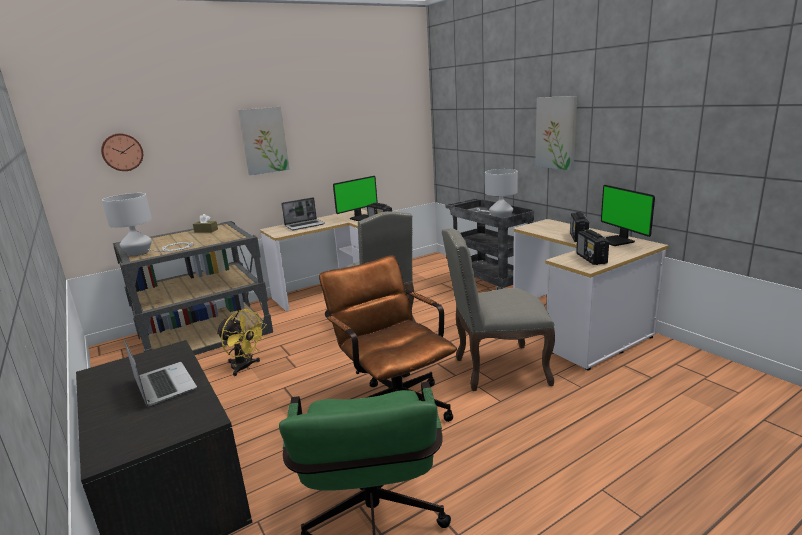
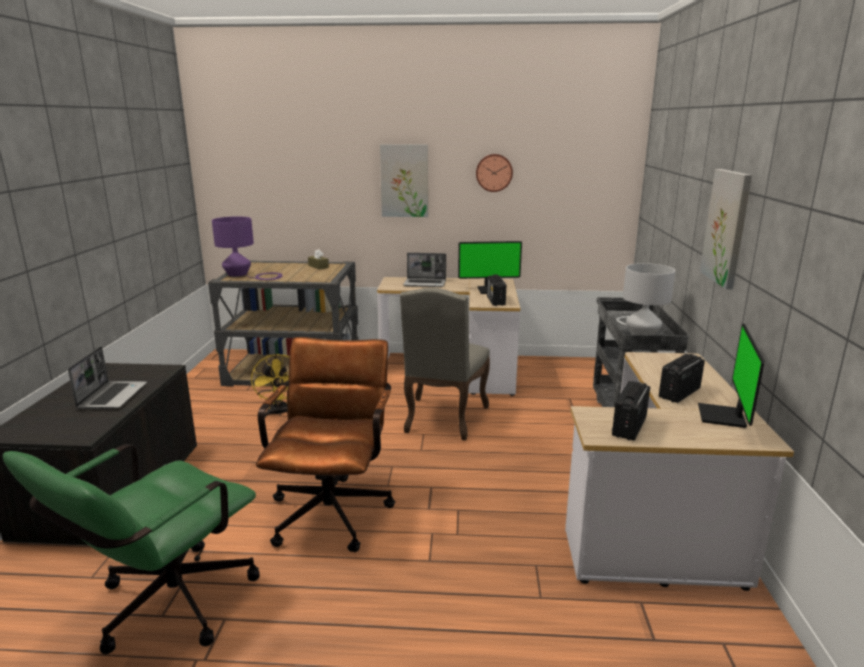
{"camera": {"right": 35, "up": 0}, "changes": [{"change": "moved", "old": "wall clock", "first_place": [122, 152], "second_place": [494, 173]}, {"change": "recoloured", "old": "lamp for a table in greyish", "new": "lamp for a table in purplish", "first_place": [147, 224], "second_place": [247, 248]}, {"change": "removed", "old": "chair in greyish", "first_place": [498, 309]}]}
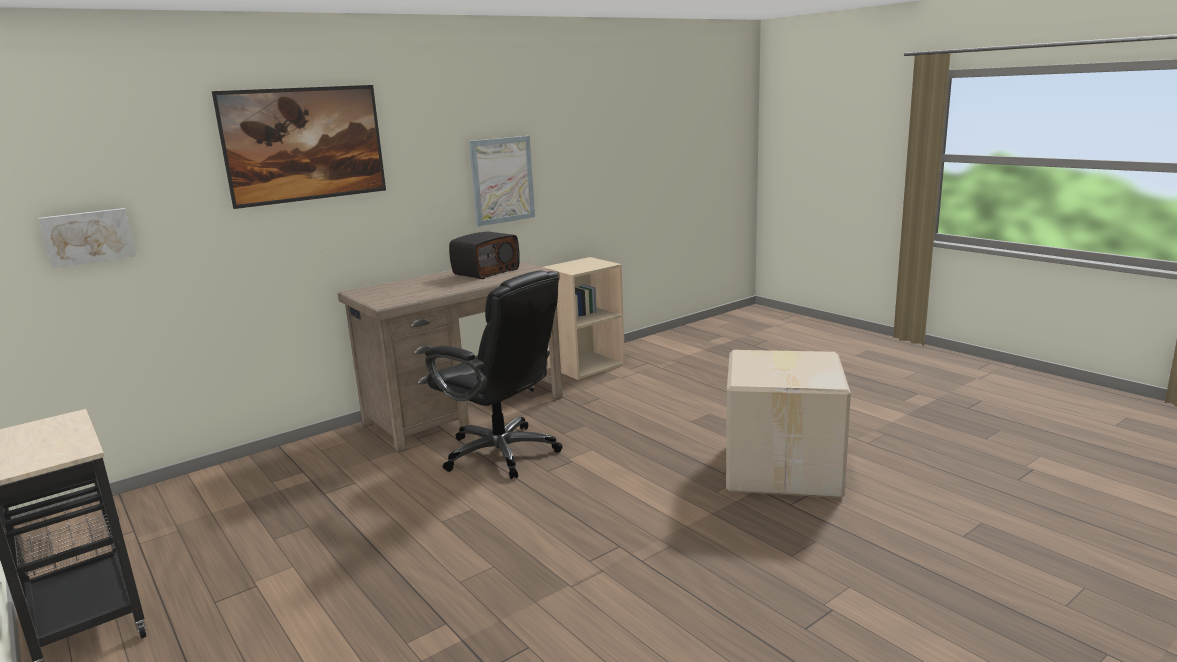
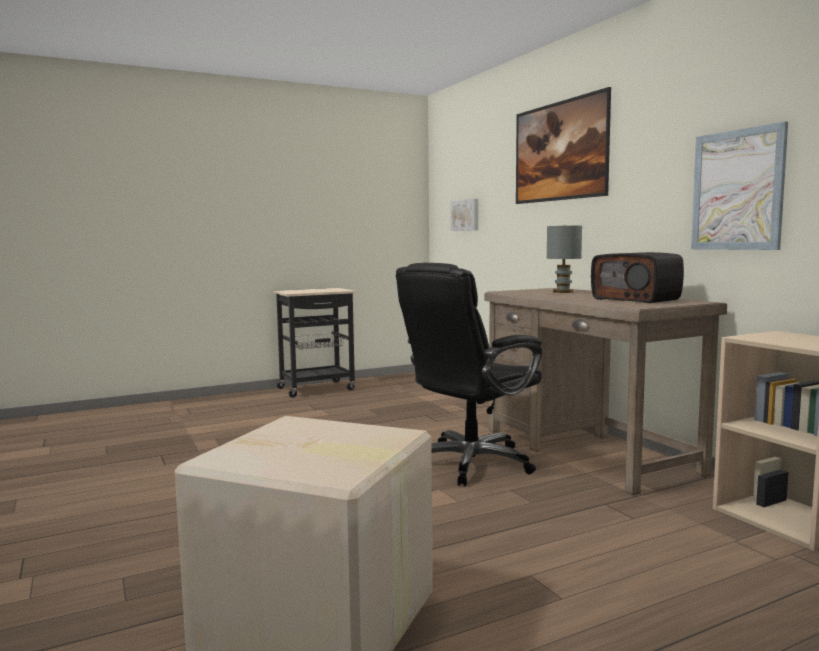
{"camera": {"right": 100, "up": -10}, "changes": [{"change": "added", "new": "lamp for a table in greyish", "second_place": [564, 259]}]}
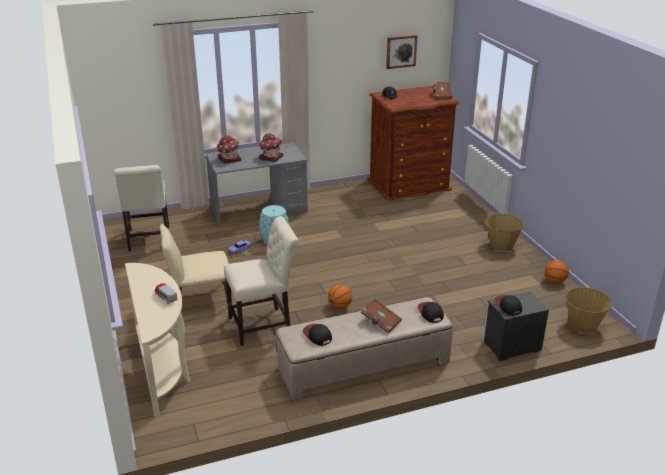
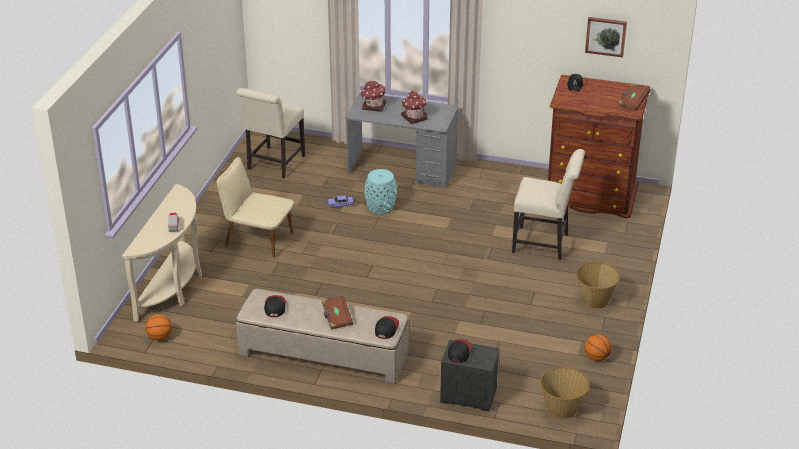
{"camera": {"right": 35, "up": 5}, "changes": [{"change": "moved", "old": "chair in beige", "first_place": [261, 281], "second_place": [548, 204]}, {"change": "moved", "old": "ball for basketball", "first_place": [340, 297], "second_place": [158, 327]}]}
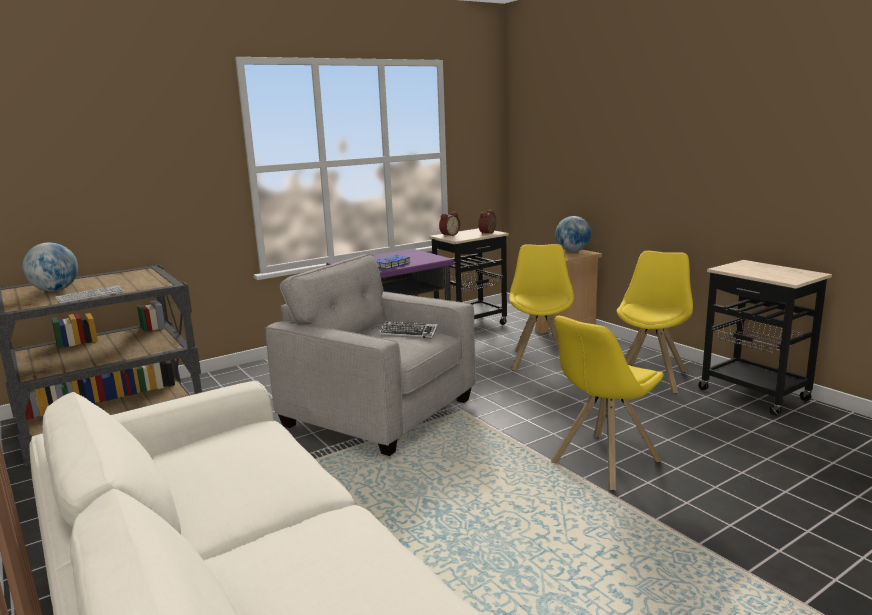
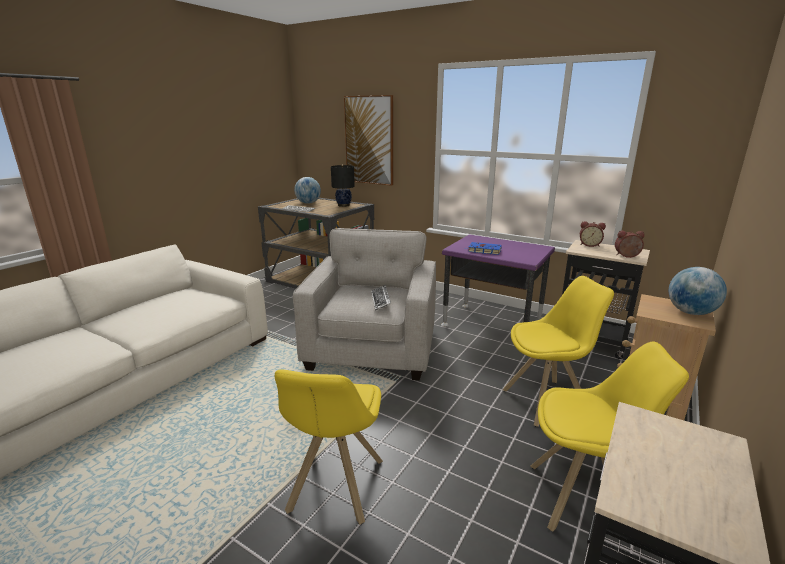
{"camera": {"right": 65, "up": 5}, "changes": [{"change": "turned", "old": "chair in yellow", "first_place": [607, 403], "second_place": [328, 446], "degrees": -105}, {"change": "added", "new": "wall art", "second_place": [368, 140]}, {"change": "added", "new": "lamp for a table in black", "second_place": [343, 185]}]}
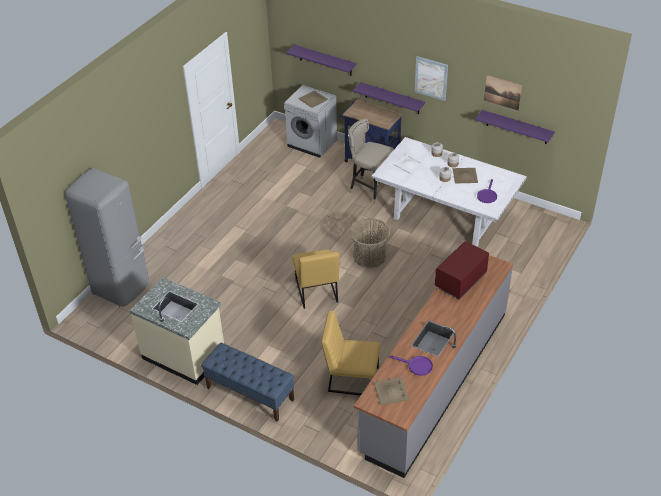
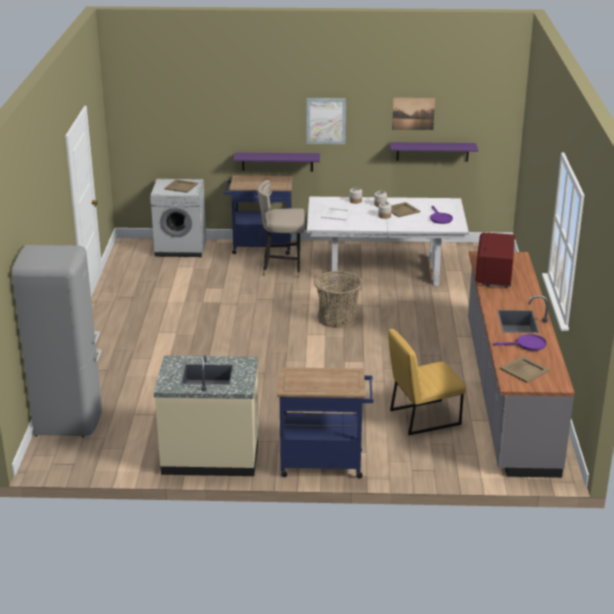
{"camera": {"right": -30, "up": -15}, "changes": [{"change": "removed", "old": "wall shelf in purplish", "first_place": [321, 60]}, {"change": "removed", "old": "chair in yellow", "first_place": [315, 279]}, {"change": "replaced", "old": "long seat in blue-coloured", "new": "wheeled cart in blue-coloured", "first_place": [247, 382], "second_place": [325, 423]}]}
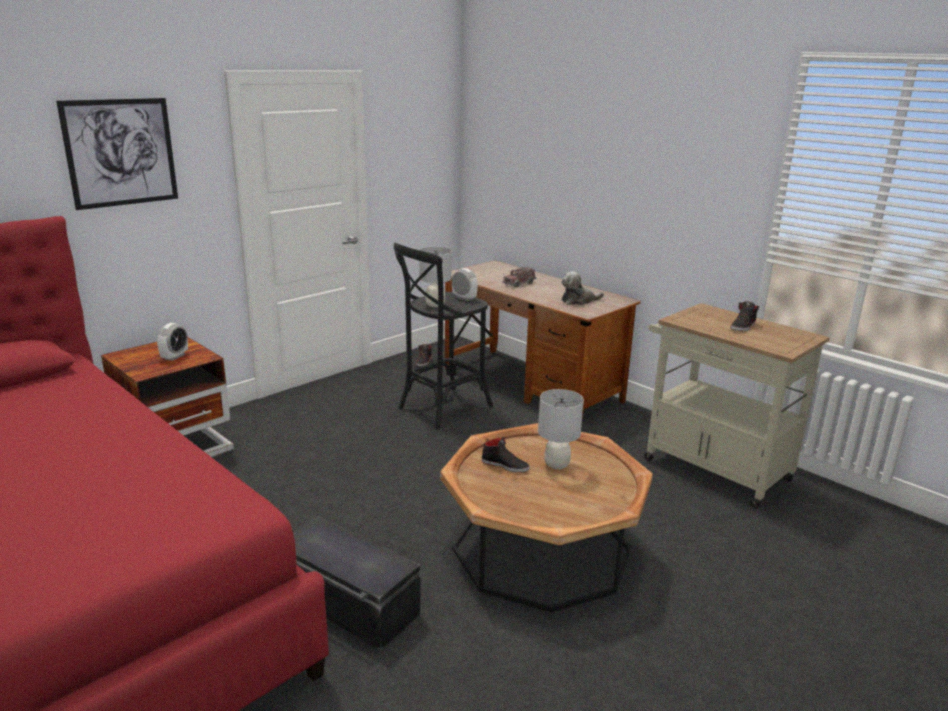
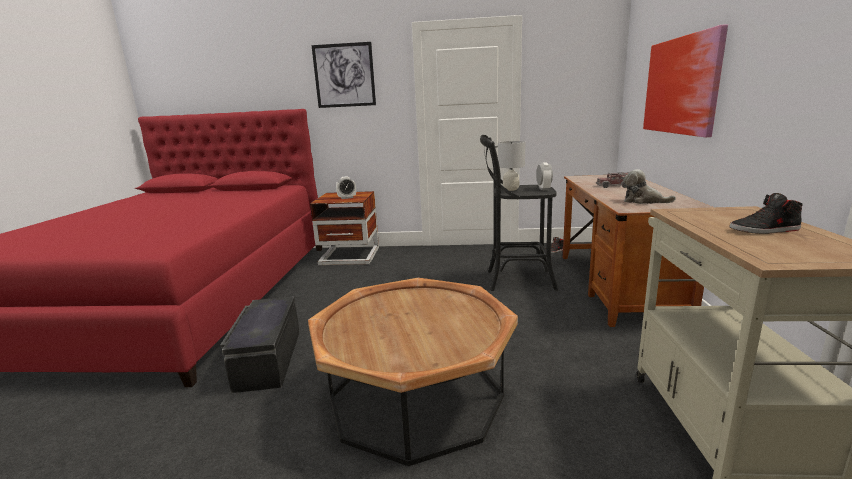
{"camera": {"right": 50, "up": -5}, "changes": [{"change": "removed", "old": "lamp for a table in greyish", "first_place": [561, 429]}, {"change": "removed", "old": "low shoe in black", "first_place": [505, 454]}, {"change": "added", "new": "wall art", "second_place": [685, 80]}]}
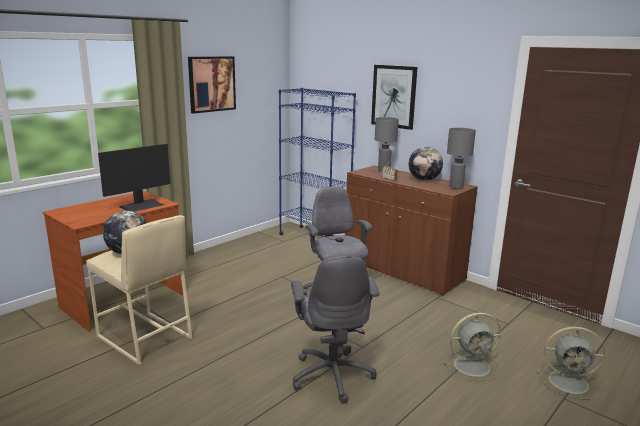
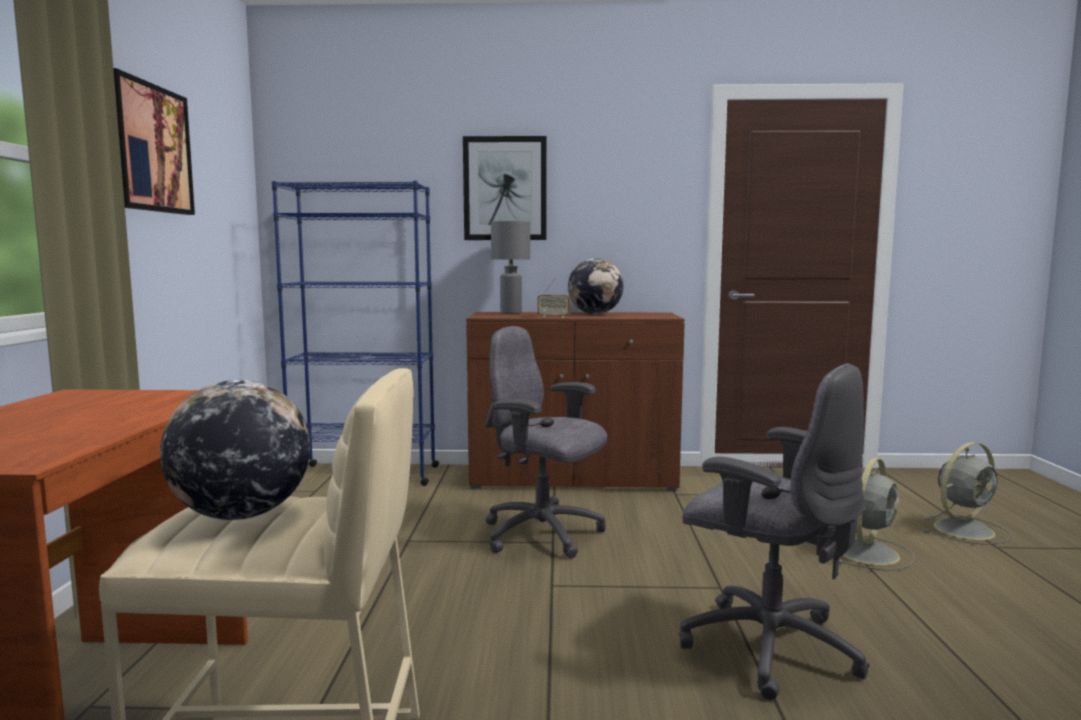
{"camera": {"right": -40, "up": -10}, "changes": [{"change": "removed", "old": "lamp for a table in greyish", "first_place": [461, 158]}, {"change": "removed", "old": "monitor", "first_place": [134, 178]}]}
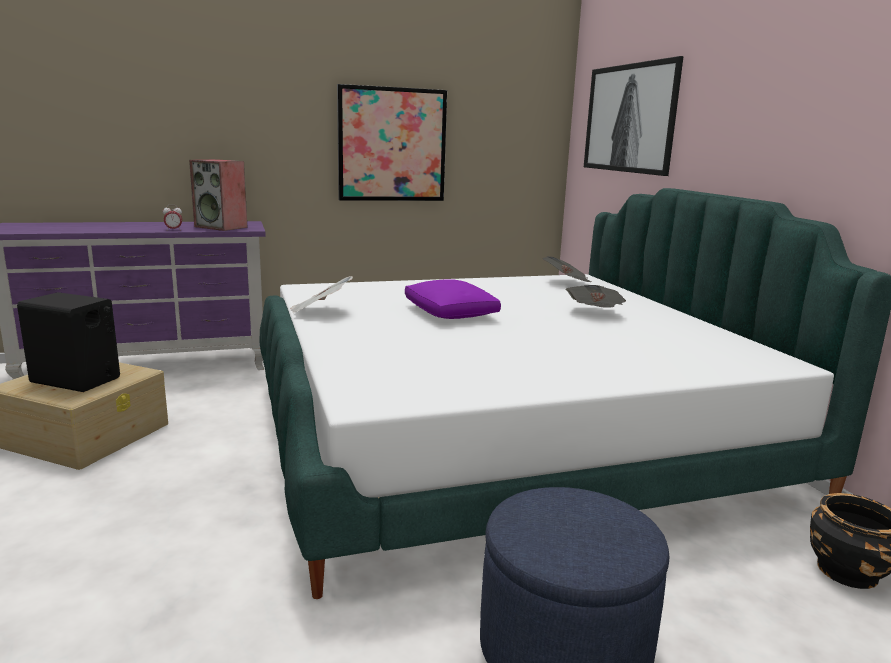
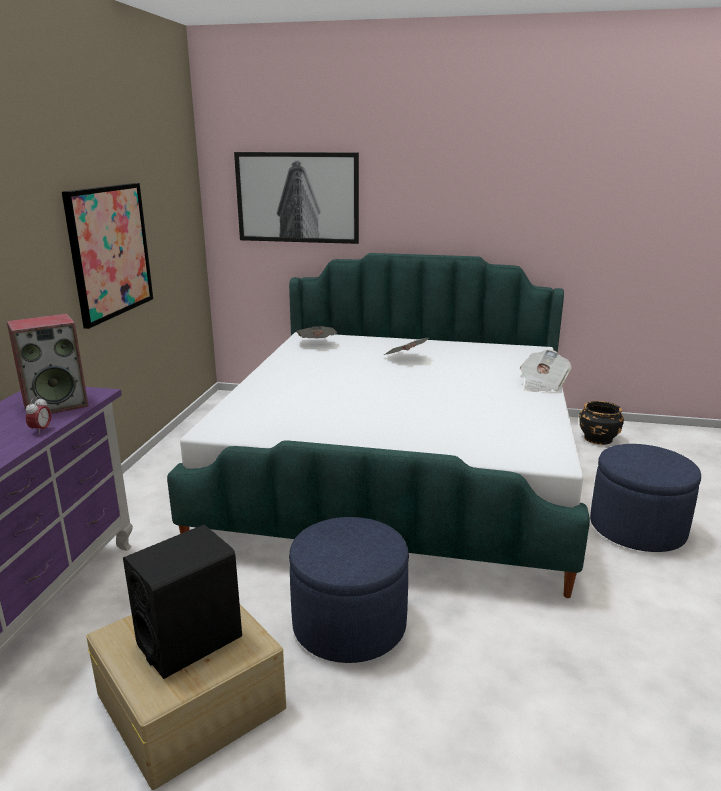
{"camera": {"right": -60, "up": 5}, "changes": [{"change": "moved", "old": "daily paper", "first_place": [321, 294], "second_place": [546, 371]}, {"change": "removed", "old": "cushion in purplish", "first_place": [453, 299]}, {"change": "added", "new": "footrest in blue-coloured", "second_place": [349, 590]}]}
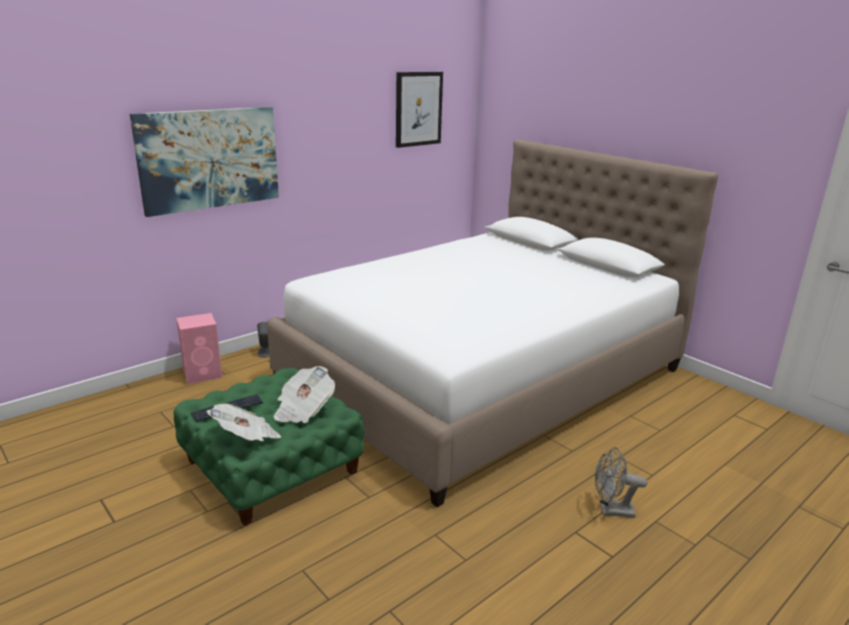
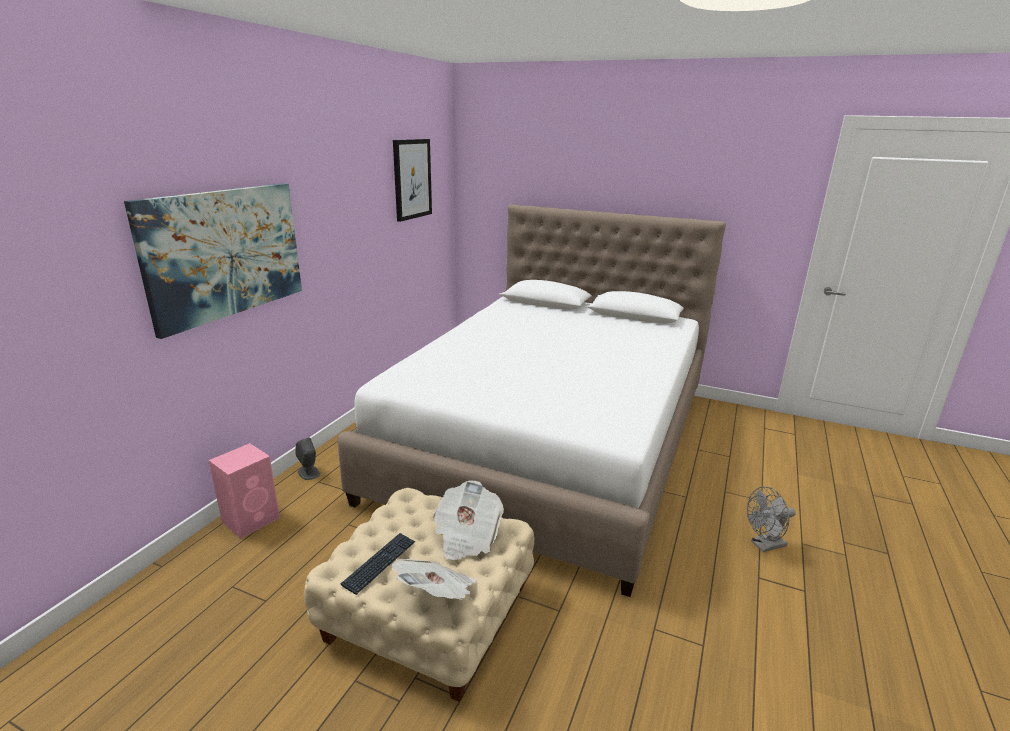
{"camera": {"right": -25, "up": 0}, "changes": [{"change": "recoloured", "old": "footrest in green-coloured", "new": "footrest in beige", "first_place": [268, 447], "second_place": [419, 595]}]}
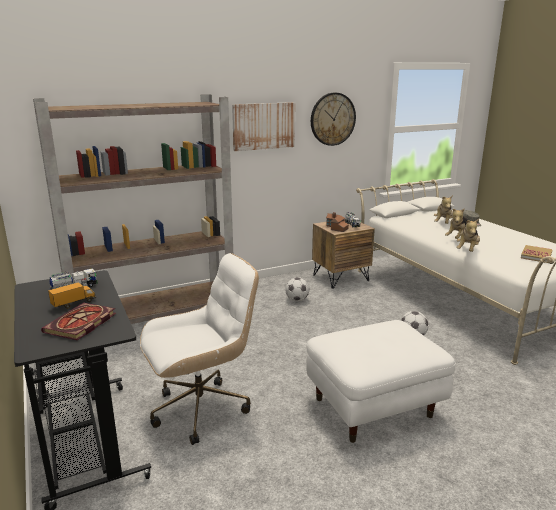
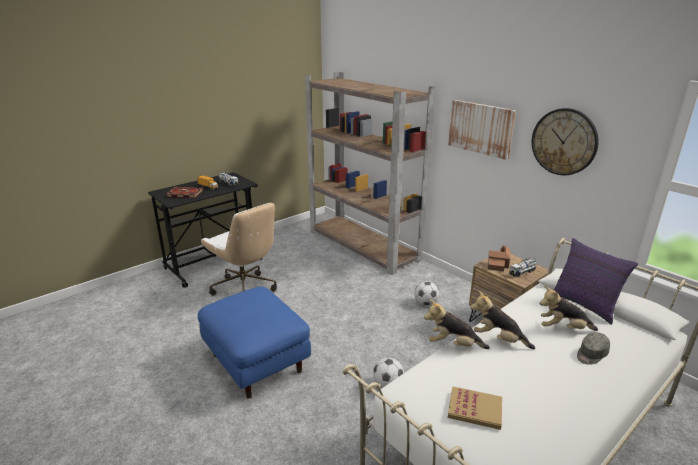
{"camera": {"right": 75, "up": 5}, "changes": [{"change": "recoloured", "old": "footrest in white", "new": "footrest in blue-coloured", "first_place": [380, 381], "second_place": [254, 342]}, {"change": "added", "new": "cushion in purplish", "second_place": [596, 281]}]}
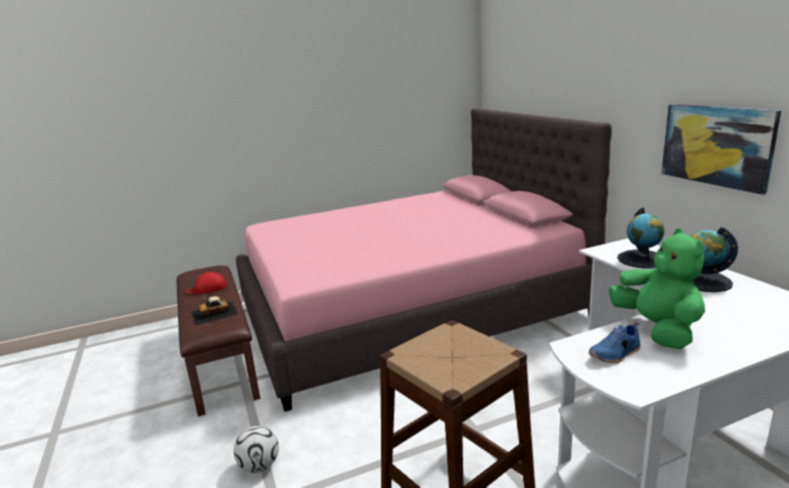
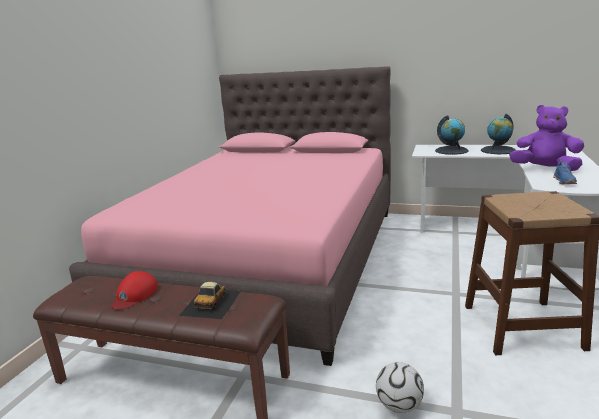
{"camera": {"right": -50, "up": 0}, "changes": [{"change": "removed", "old": "wall art", "first_place": [721, 149]}, {"change": "recoloured", "old": "soft toy in green-coloured", "new": "soft toy in purplish", "first_place": [657, 288], "second_place": [546, 138]}]}
